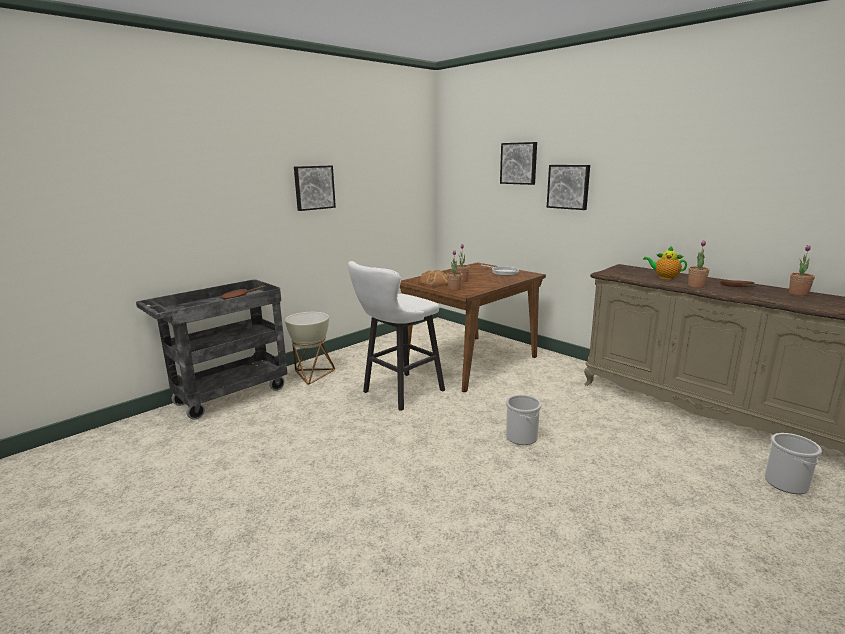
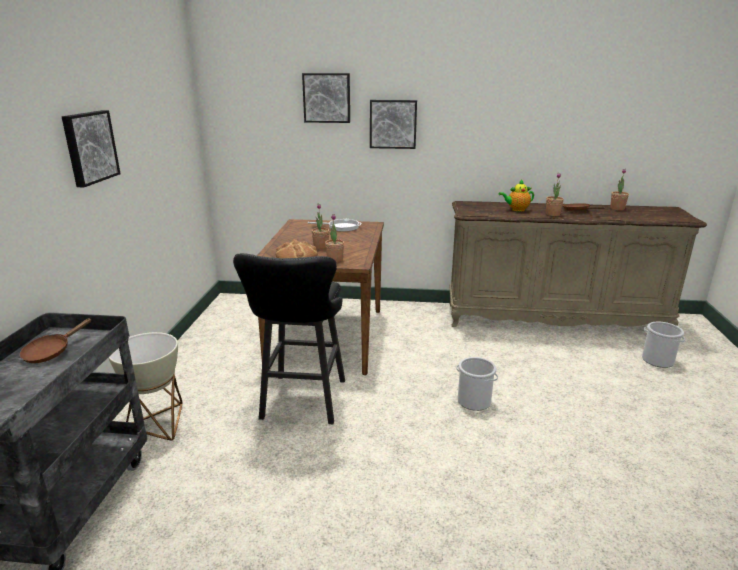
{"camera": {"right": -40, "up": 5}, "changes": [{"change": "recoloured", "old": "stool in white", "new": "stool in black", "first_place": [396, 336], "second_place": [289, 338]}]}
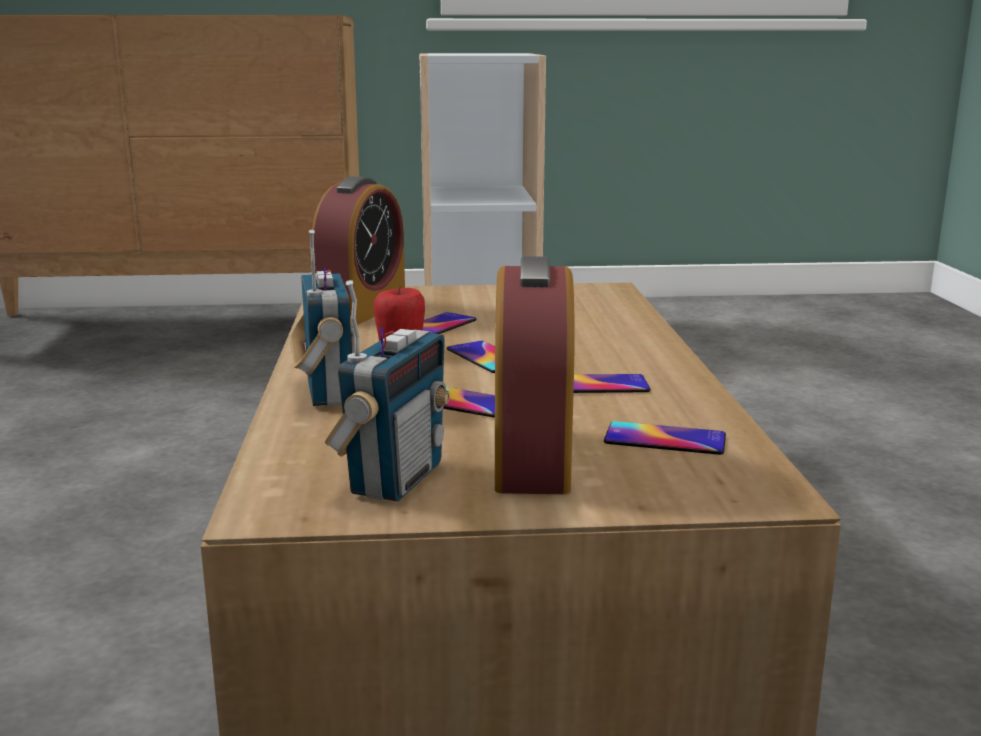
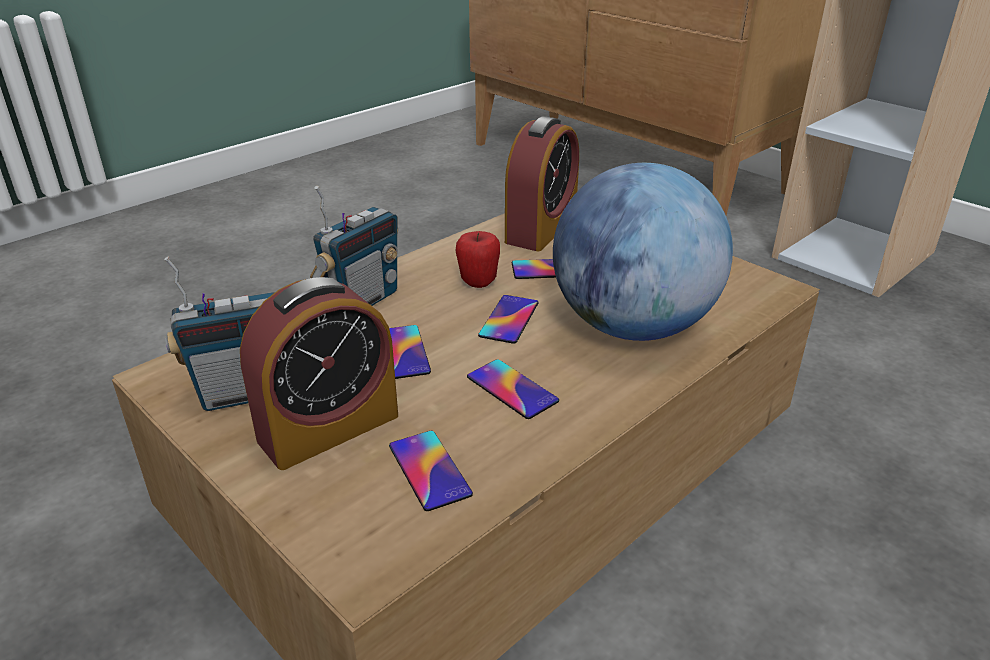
{"camera": {"right": 50, "up": 15}, "changes": [{"change": "turned", "old": "alarm clock", "first_place": [358, 250], "second_place": [542, 183], "degrees": -45}, {"change": "added", "new": "globe", "second_place": [643, 252]}]}
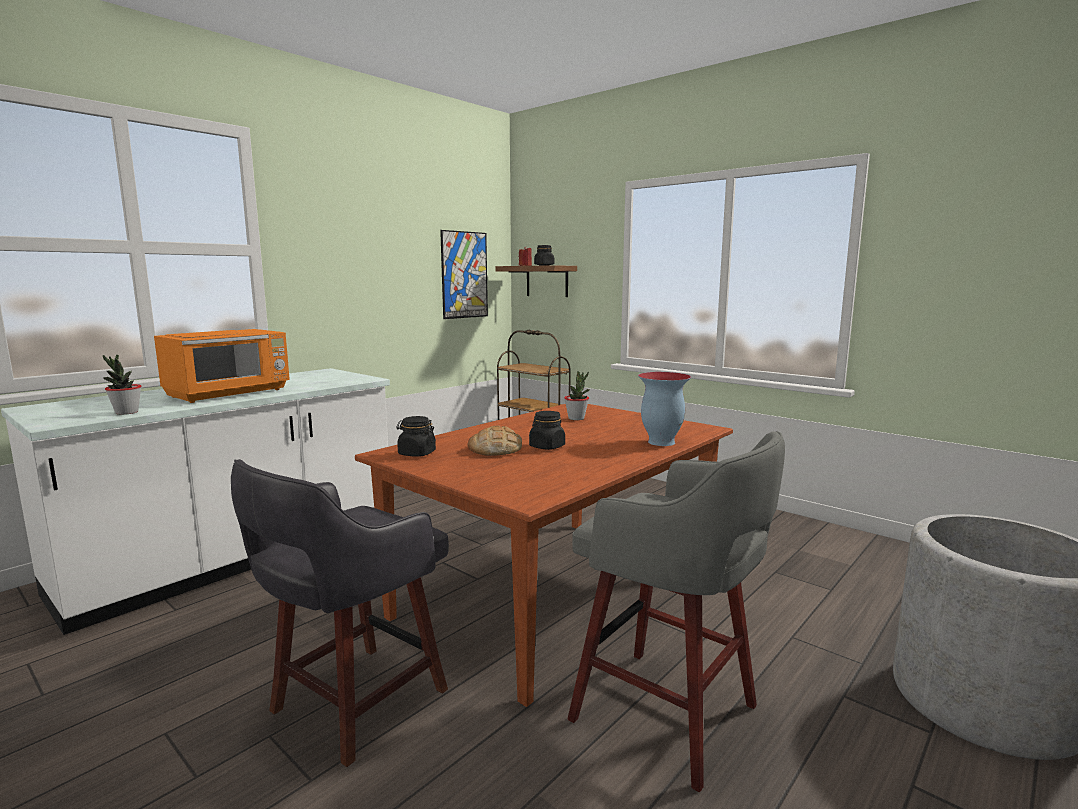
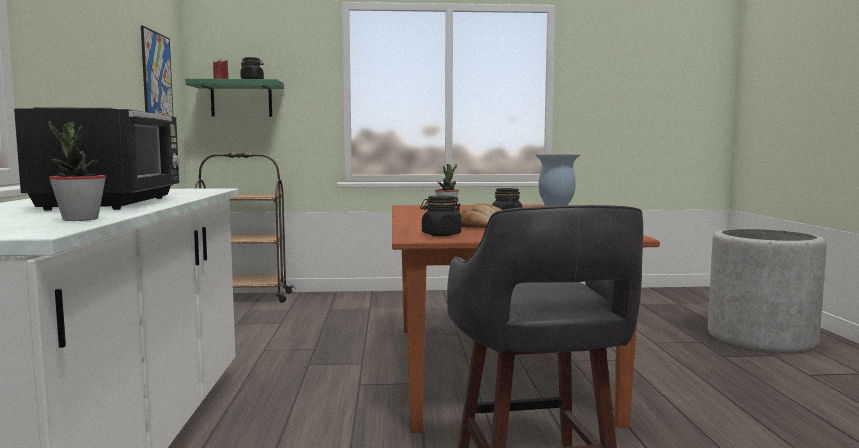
{"camera": {"right": -45, "up": -5}, "changes": [{"change": "recoloured", "old": "wall shelf in brownish", "new": "wall shelf in green-coloured", "first_place": [536, 281], "second_place": [234, 98]}, {"change": "recoloured", "old": "microwave in orangey", "new": "microwave in black", "first_place": [222, 366], "second_place": [96, 158]}, {"change": "removed", "old": "stool in greyish", "first_place": [676, 611]}]}
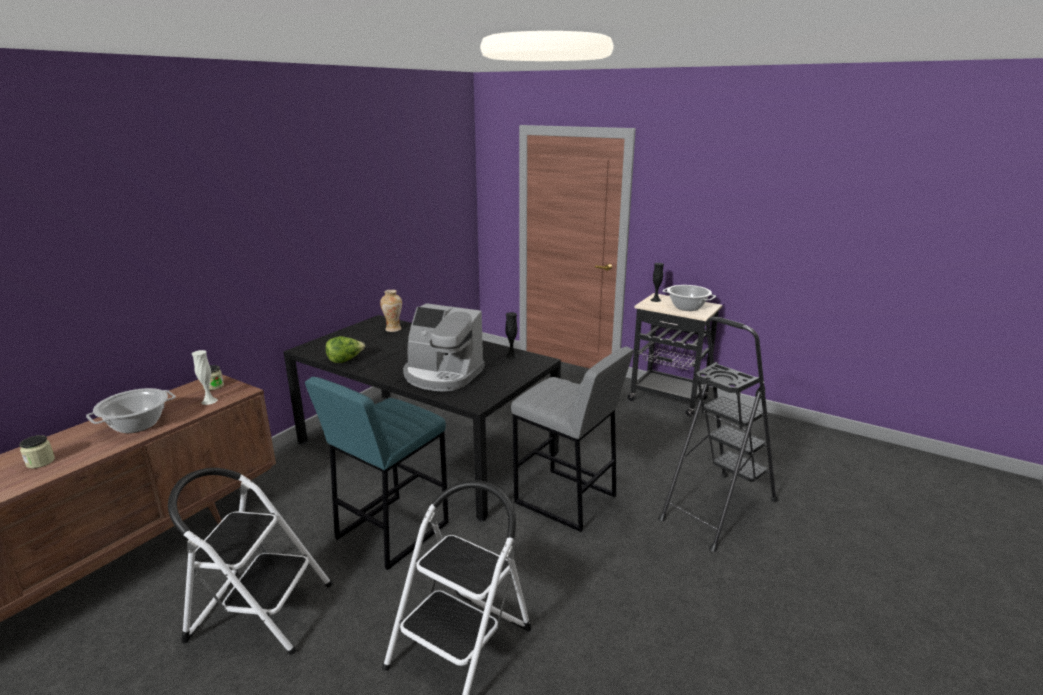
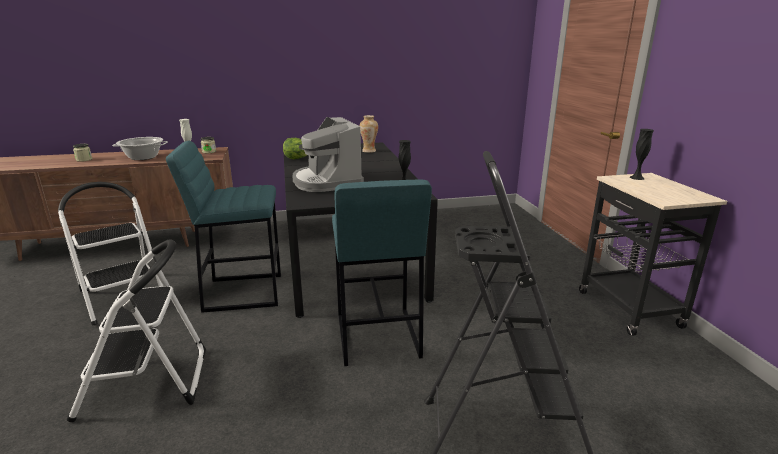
{"camera": {"right": 45, "up": 0}, "changes": [{"change": "removed", "old": "stockpot", "first_place": [689, 298]}, {"change": "recoloured", "old": "stool in greyish", "new": "stool in turquoise", "first_place": [572, 439], "second_place": [382, 273]}]}
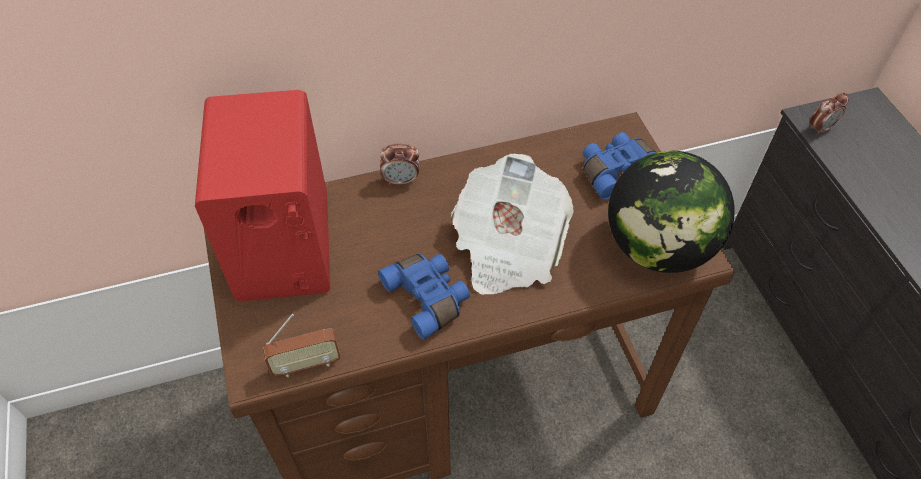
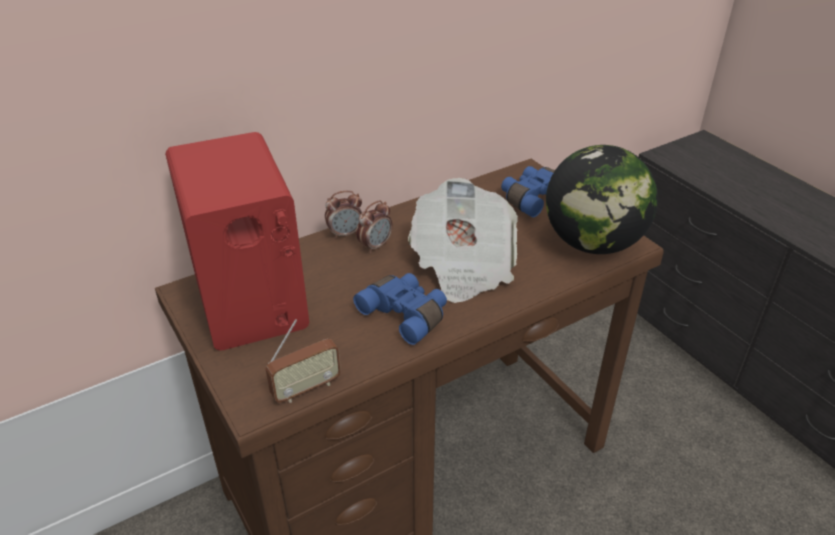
{"camera": {"right": -15, "up": -15}, "changes": [{"change": "moved", "old": "alarm clock", "first_place": [829, 113], "second_place": [374, 227]}]}
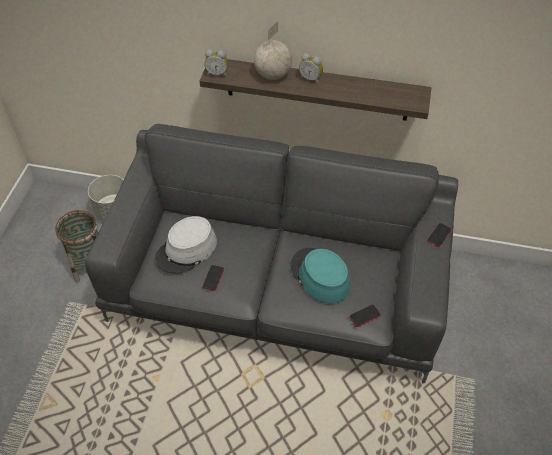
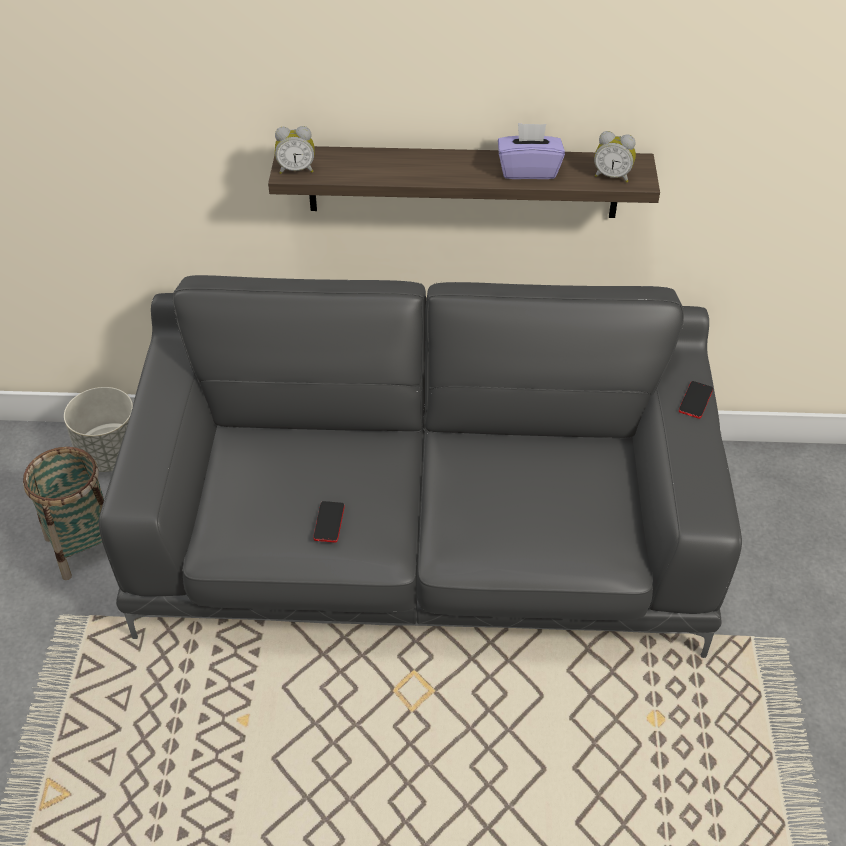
{"camera": {"right": -10, "up": -5}, "changes": [{"change": "removed", "old": "globe", "first_place": [273, 50]}, {"change": "moved", "old": "alarm clock", "first_place": [311, 68], "second_place": [615, 157]}, {"change": "removed", "old": "clothing hat in greyish", "first_place": [186, 245]}, {"change": "removed", "old": "clothing hat in turquoise", "first_place": [320, 275]}, {"change": "removed", "old": "handset", "first_place": [364, 316]}, {"change": "added", "new": "tissue box in purplish", "second_place": [531, 151]}]}
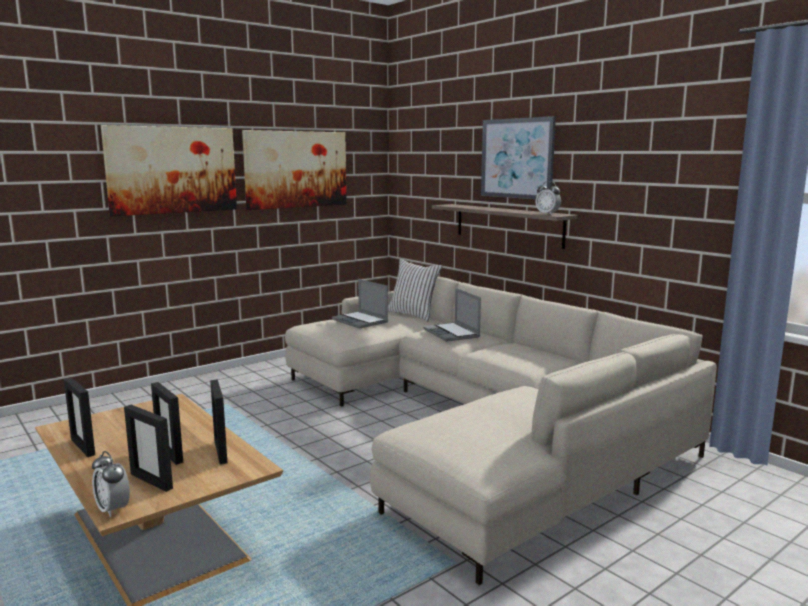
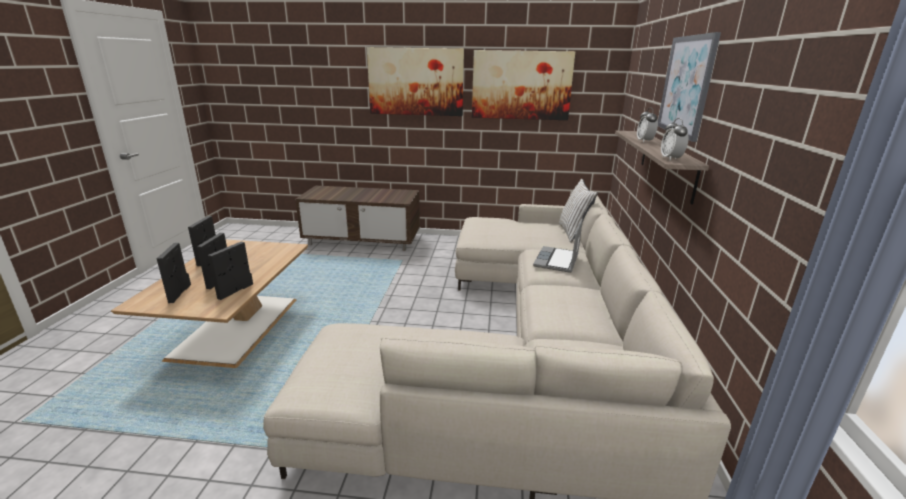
{"camera": {"right": 45, "up": 10}, "changes": [{"change": "removed", "old": "notebook computer", "first_place": [360, 304]}, {"change": "moved", "old": "alarm clock", "first_place": [111, 484], "second_place": [647, 125]}, {"change": "added", "new": "media console in brownish", "second_place": [357, 218]}]}
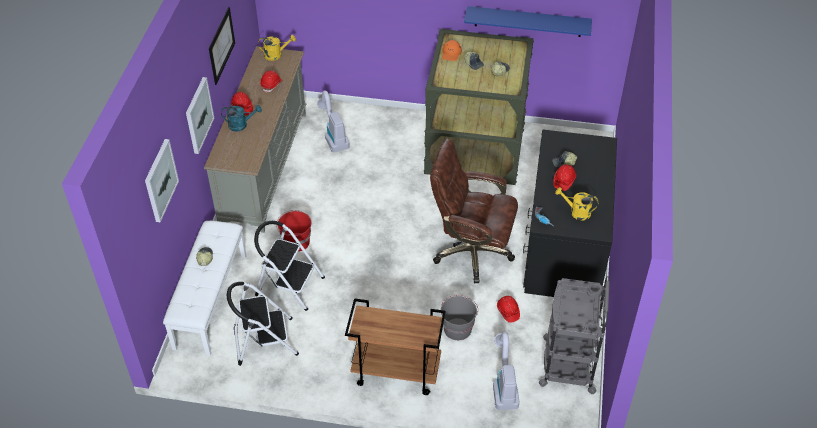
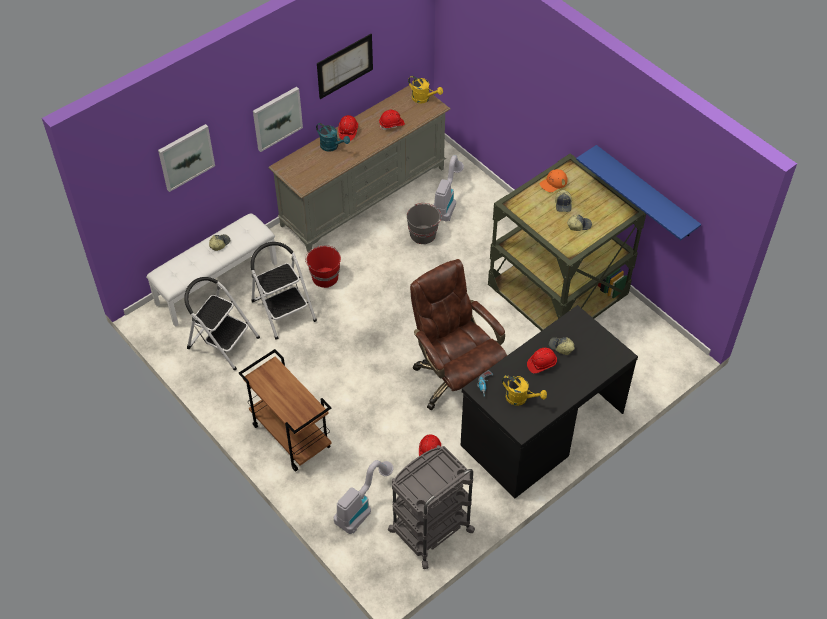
{"camera": {"right": 40, "up": 5}, "changes": [{"change": "turned", "old": "sprinkling can in yellow", "first_place": [577, 203], "second_place": [524, 390], "degrees": 150}, {"change": "moved", "old": "bucket in greyish", "first_place": [459, 317], "second_place": [424, 223]}]}
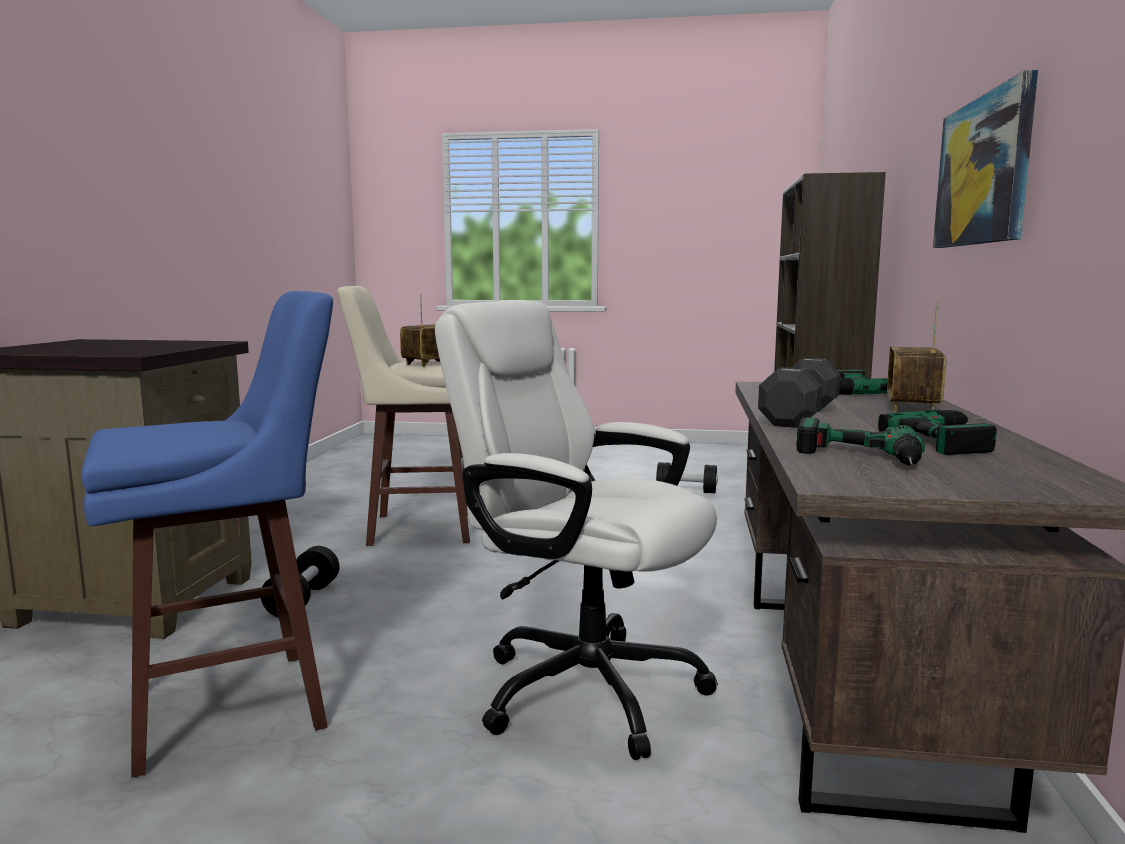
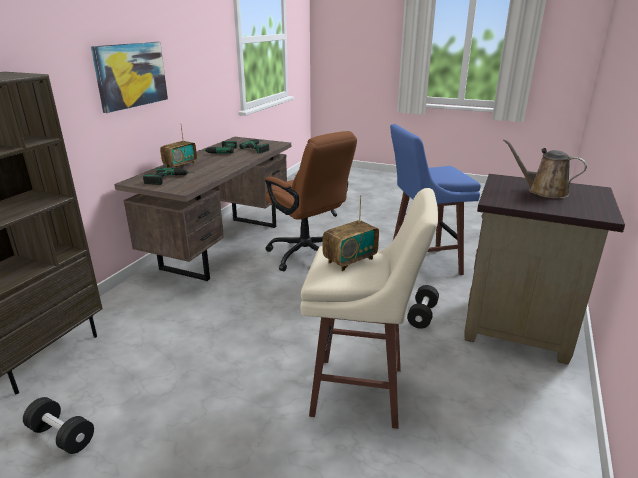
{"camera": {"right": -165, "up": 15}, "changes": [{"change": "recoloured", "old": "desk chair in white", "new": "desk chair in brownish", "first_place": [576, 530], "second_place": [311, 201]}, {"change": "removed", "old": "hand weight in black", "first_place": [799, 393]}, {"change": "added", "new": "sprinkling can in brownish", "second_place": [545, 168]}]}
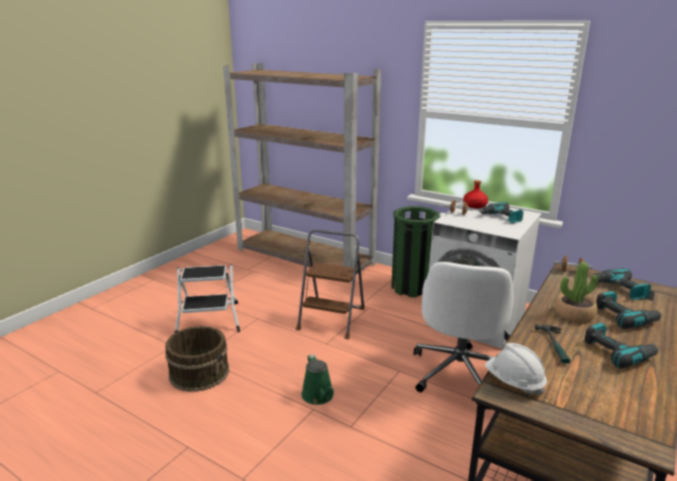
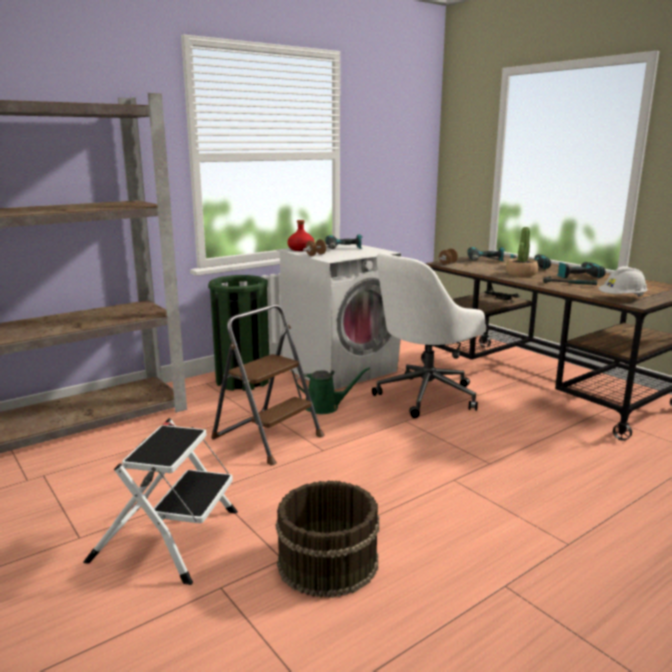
{"camera": {"right": -70, "up": -5}, "changes": [{"change": "turned", "old": "desk chair in white", "first_place": [464, 333], "second_place": [429, 335], "degrees": 105}, {"change": "moved", "old": "sprinkling can in green-coloured", "first_place": [317, 379], "second_place": [333, 390]}]}
